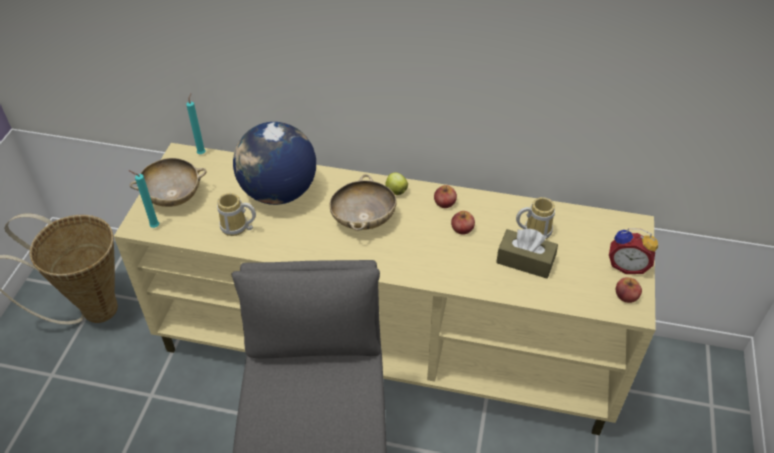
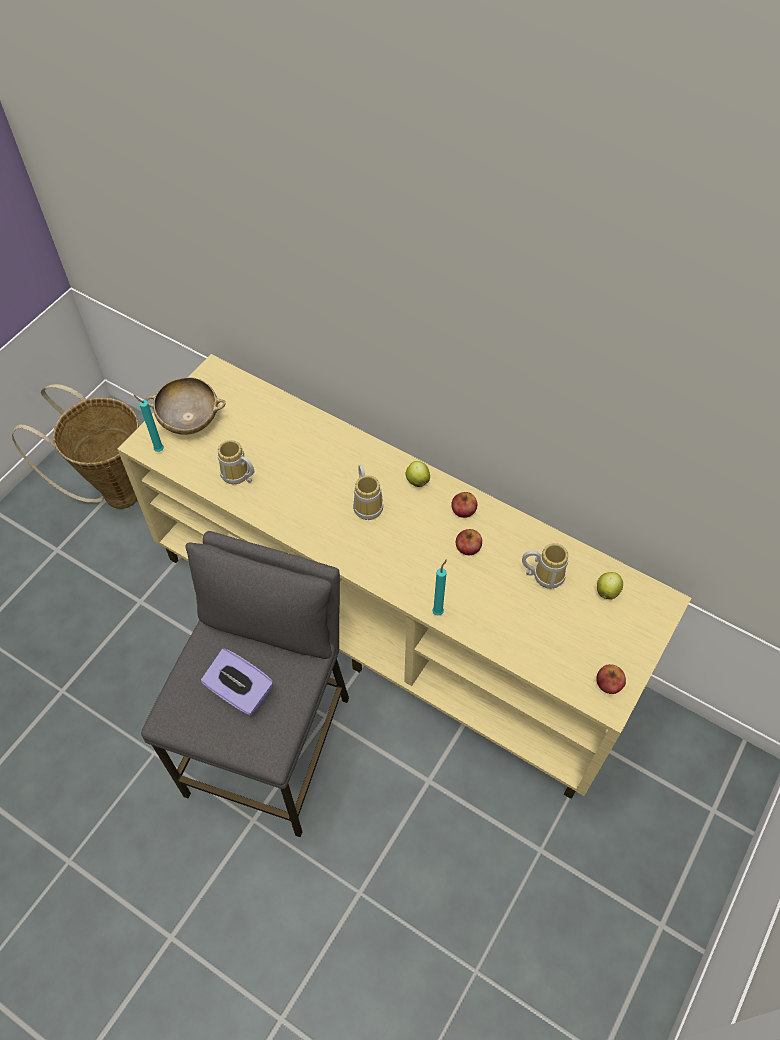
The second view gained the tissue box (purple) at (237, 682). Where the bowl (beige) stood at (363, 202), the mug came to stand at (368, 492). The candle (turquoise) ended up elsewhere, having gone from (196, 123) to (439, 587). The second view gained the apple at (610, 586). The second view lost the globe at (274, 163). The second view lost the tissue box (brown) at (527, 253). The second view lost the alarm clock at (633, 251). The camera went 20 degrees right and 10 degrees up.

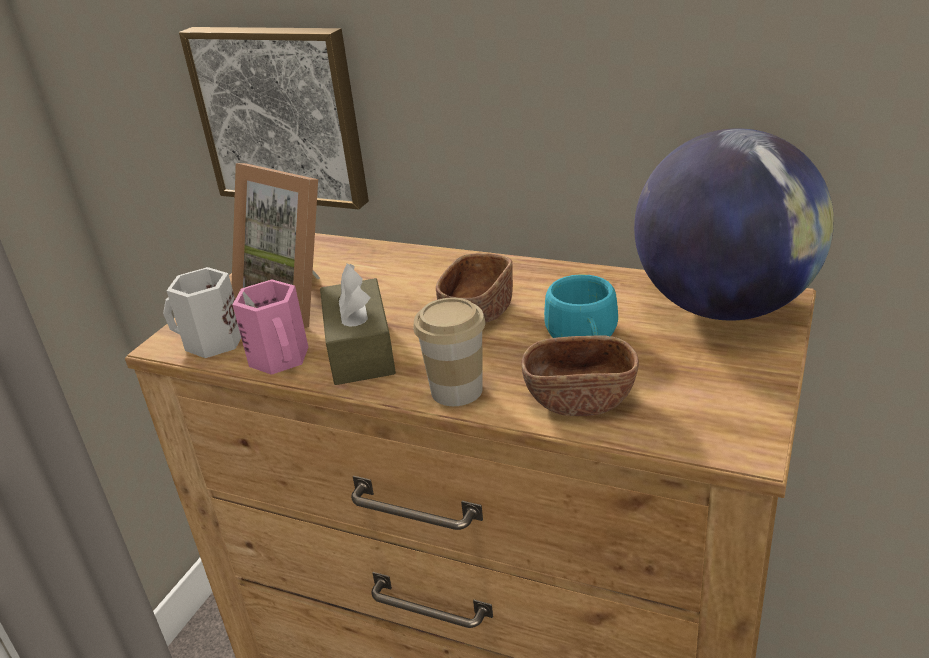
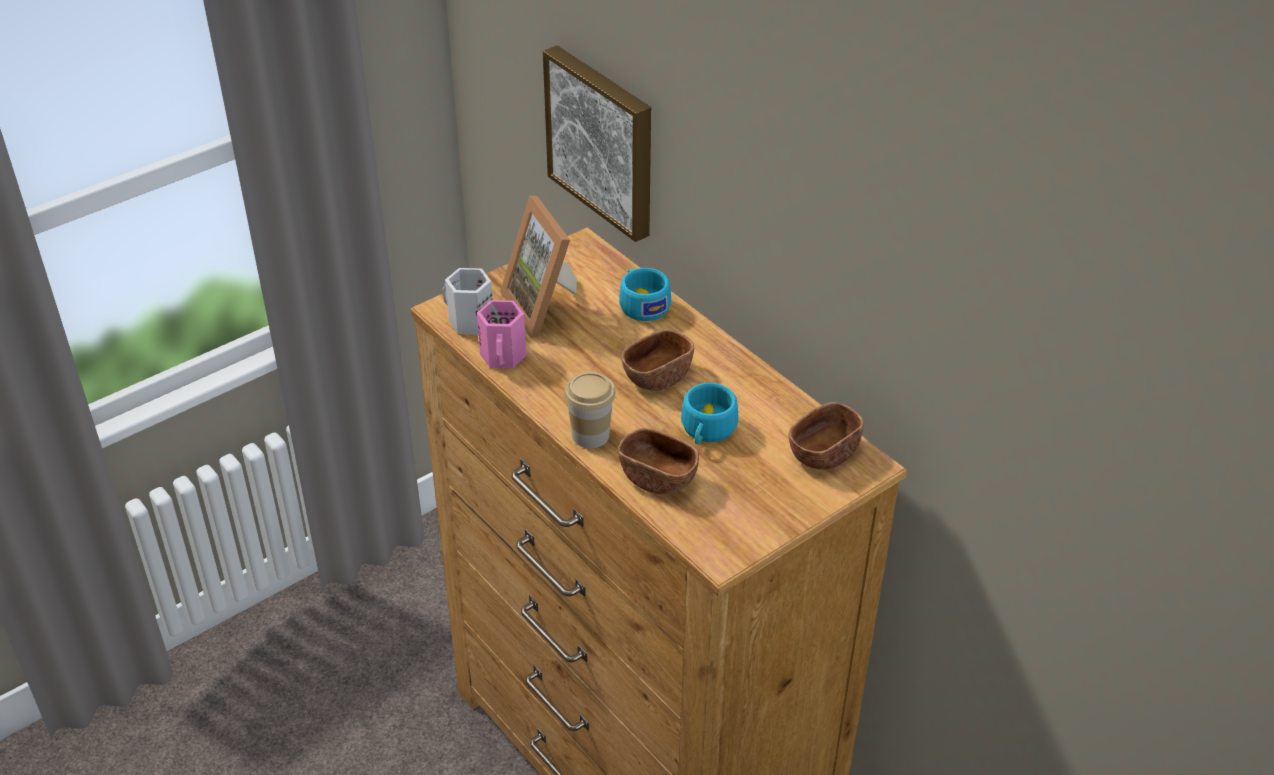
The second view gained the cup (turquoise) at (645, 294). Where the globe stood at (734, 224), the bowl (brown) came to stand at (826, 436). The second view lost the tissue box (brown) at (358, 324). The camera went 25 degrees right and 10 degrees up.

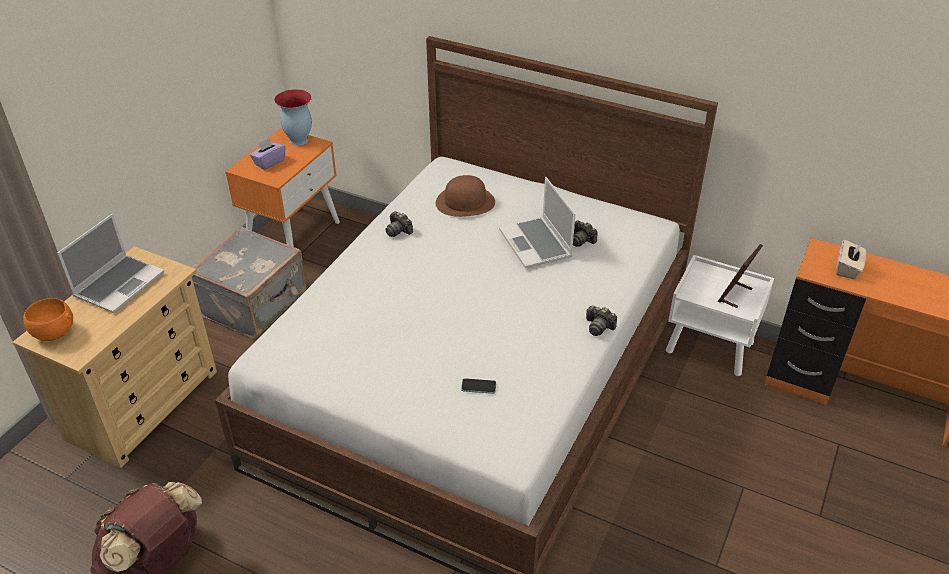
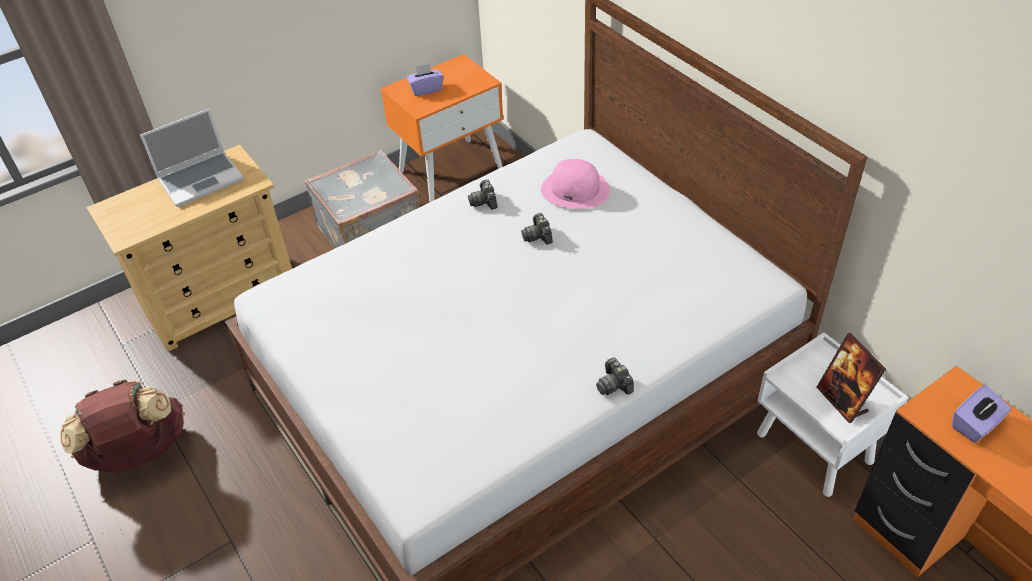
The photo camera ended up elsewhere, having gone from (585, 234) to (537, 229). What was the hat (brown) at (465, 196) turned into the hat (pink) at (575, 184). The picture frame at (740, 276) ended up facing another way, 90 degrees counterclockwise from before. What was the tissue box (beige) at (851, 259) turned into the tissue box (purple) at (981, 414). The second view lost the bowl (orange) at (48, 319). The second view lost the vase at (293, 117). The second view lost the phone at (478, 386). The second view lost the laptop at (537, 222). The camera went 30 degrees right and 5 degrees up.

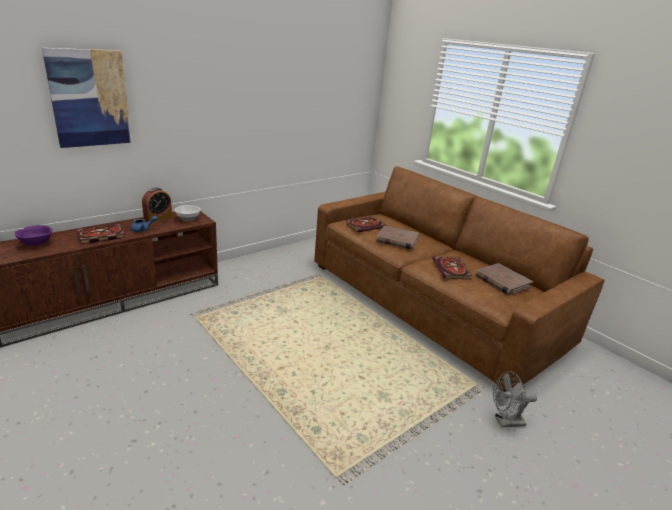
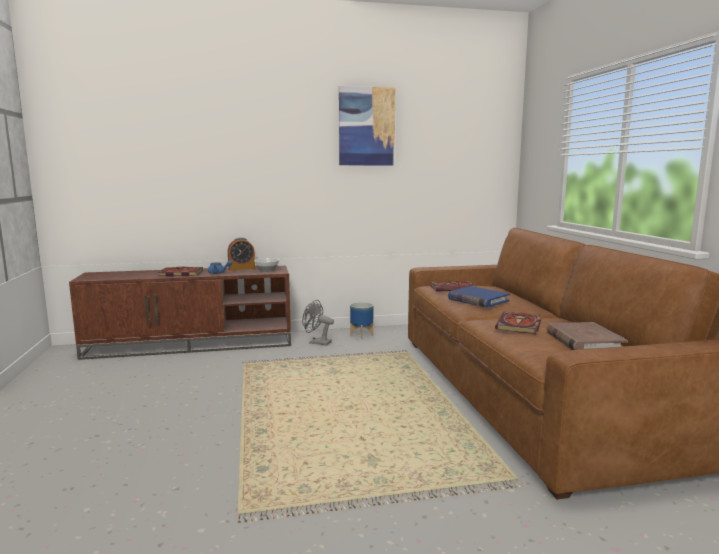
The fan (grey) ended up elsewhere, having gone from (515, 399) to (318, 322). The picture ended up elsewhere, having gone from (87, 98) to (367, 125). The second view gained the planter at (361, 320). What was the book (brown) at (397, 238) turned into the book (blue) at (479, 297). The second view lost the bowl (purple) at (33, 235). The camera went 30 degrees right and 15 degrees down.

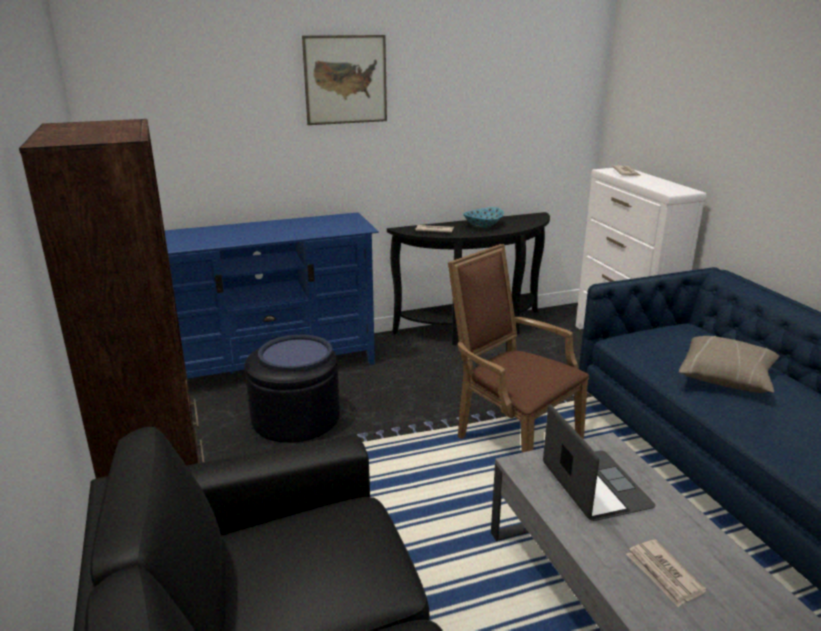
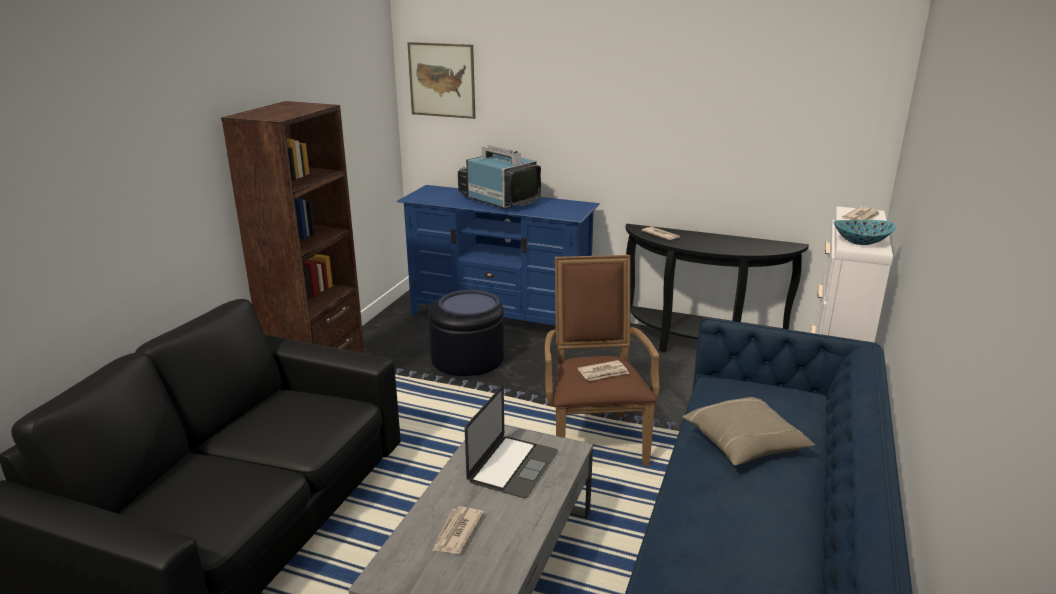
The picture ended up elsewhere, having gone from (344, 80) to (441, 80). The second view gained the television at (499, 177). The second view gained the newspaper at (603, 370). The bowl ended up elsewhere, having gone from (483, 217) to (864, 232). The camera went 40 degrees right and 0 degrees up.

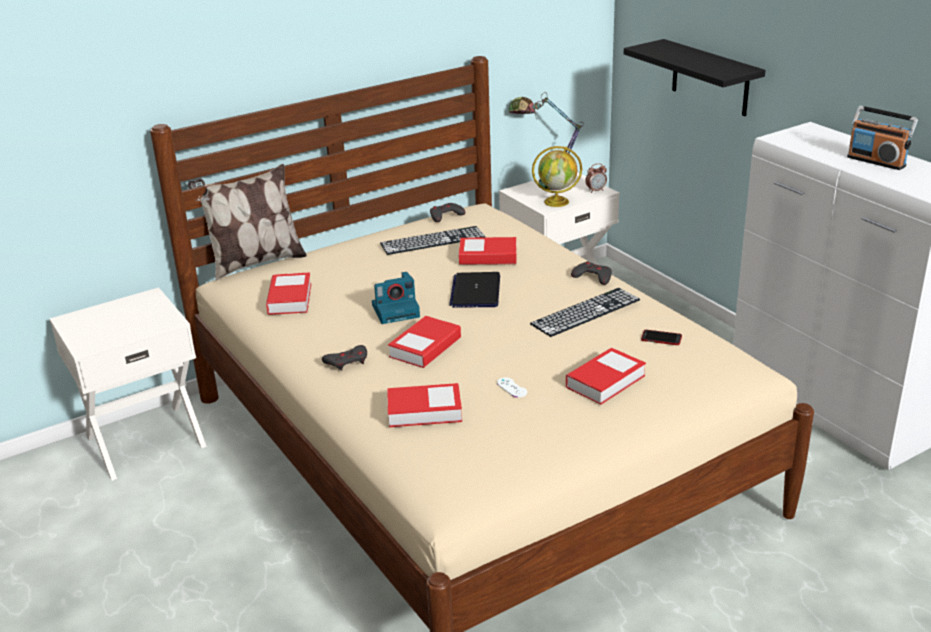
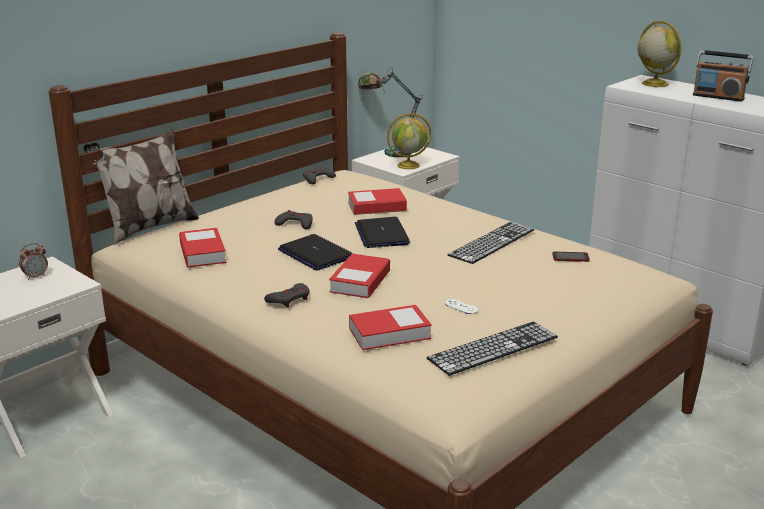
The alarm clock ended up elsewhere, having gone from (596, 178) to (33, 261). The game controller (grey) ended up elsewhere, having gone from (591, 273) to (294, 219). Where the photo camera stood at (396, 298), the laptop came to stand at (315, 252). The keyboard ended up elsewhere, having gone from (432, 240) to (492, 348). The second view gained the globe at (659, 54). The second view lost the book at (606, 376). The second view lost the shelf (black) at (694, 77). The camera went 15 degrees left and 5 degrees down.

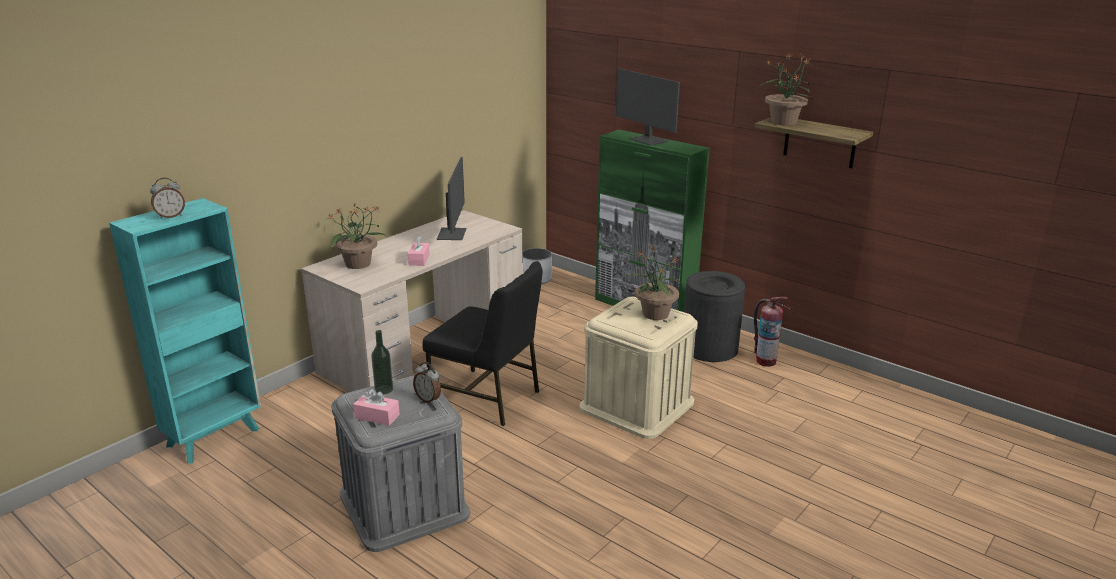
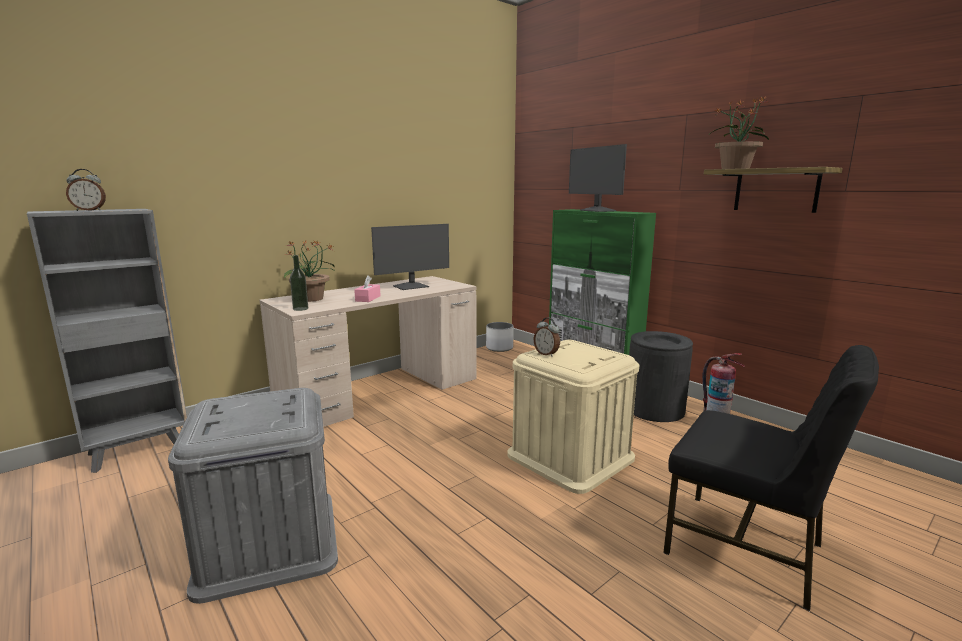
What was the bookcase (turquoise) at (185, 331) turned into the bookcase (grey) at (107, 341). The bottle ended up elsewhere, having gone from (382, 362) to (299, 283). The monitor at (451, 198) ended up facing another way, 45 degrees clockwise from before. The alarm clock ended up elsewhere, having gone from (427, 383) to (547, 337). The chair (black) ended up elsewhere, having gone from (482, 343) to (771, 478). The second view lost the tissue box (pink) at (376, 407). The second view lost the potted plant at (654, 283). The camera went 10 degrees right and 10 degrees down.

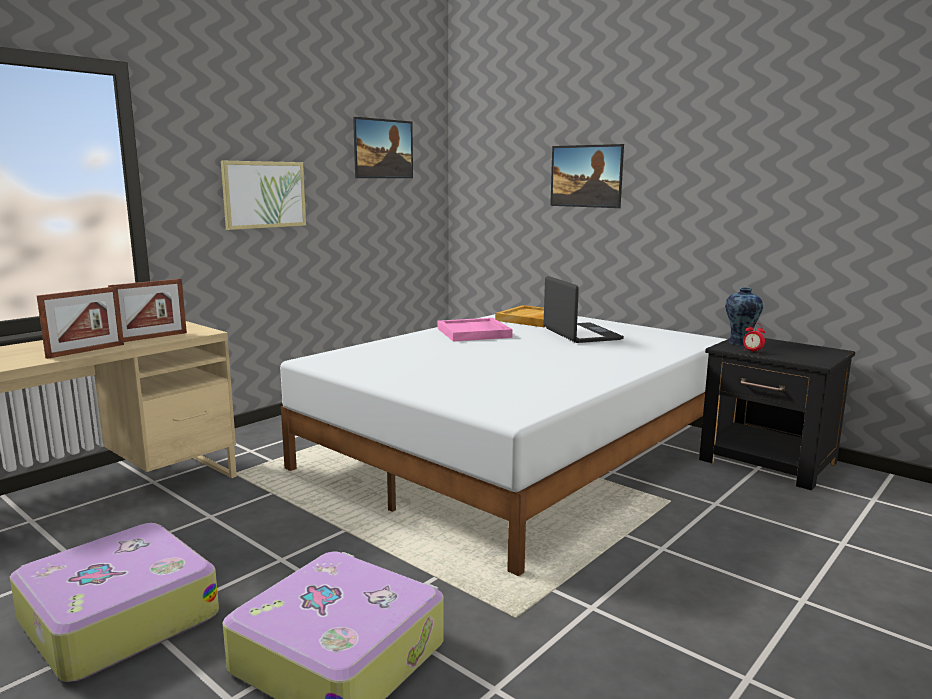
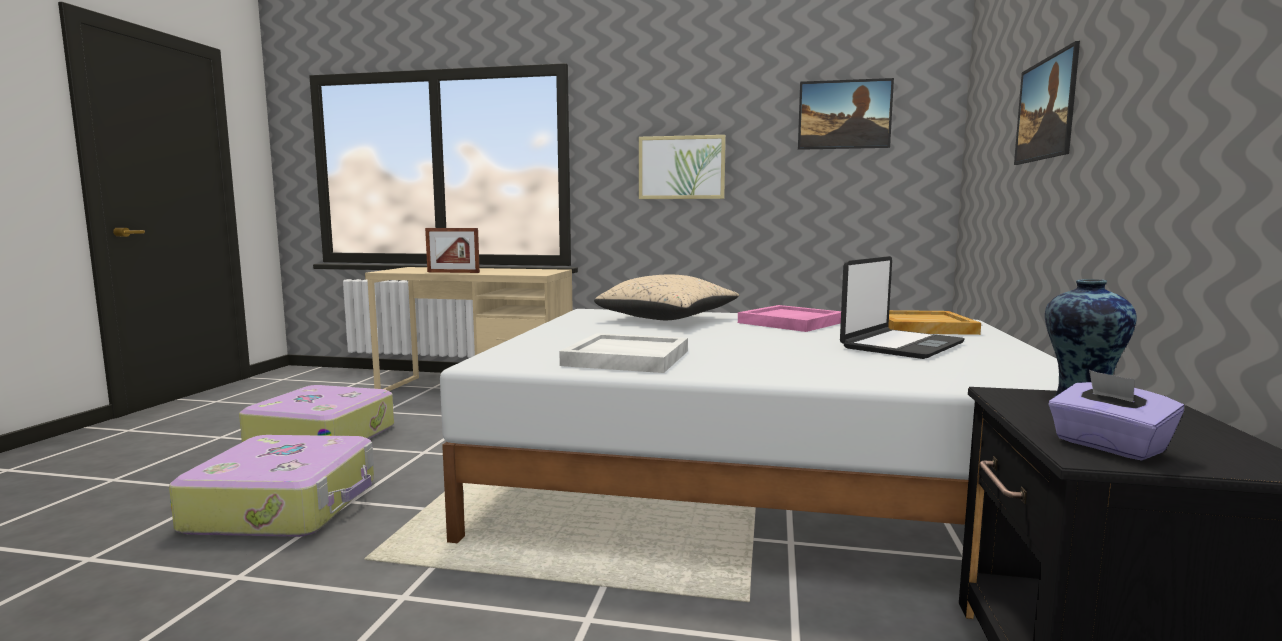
The second view gained the tray (white) at (623, 353). The second view gained the pillow (beige) at (666, 297). The second view gained the tissue box (purple) at (1116, 415). The second view lost the picture frame at (147, 310). The second view lost the alarm clock at (754, 337). The camera went 60 degrees right and 5 degrees down.

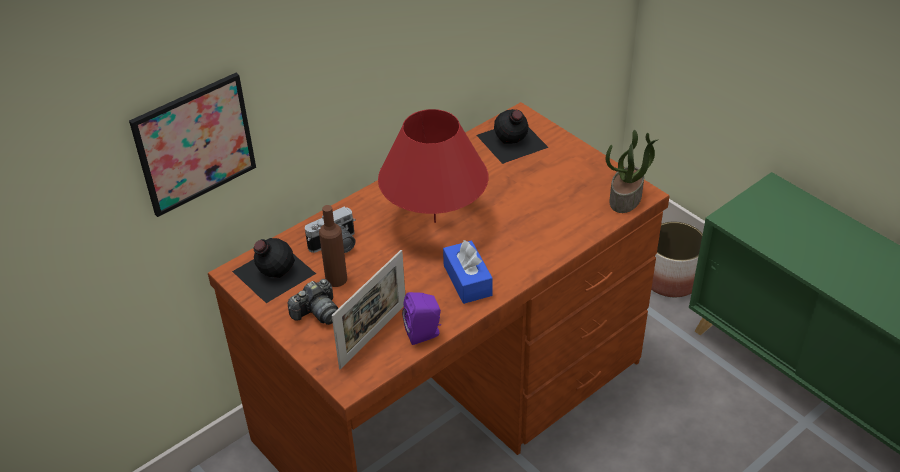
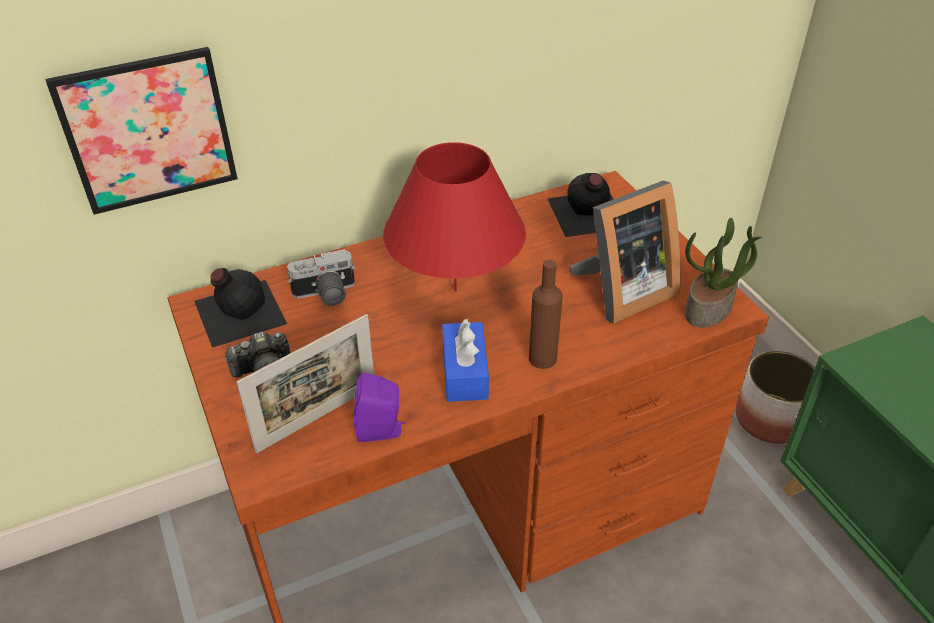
The bottle (brown) ended up elsewhere, having gone from (333, 246) to (546, 314). The second view gained the picture frame at (625, 252). The camera went 15 degrees right and 0 degrees up.

